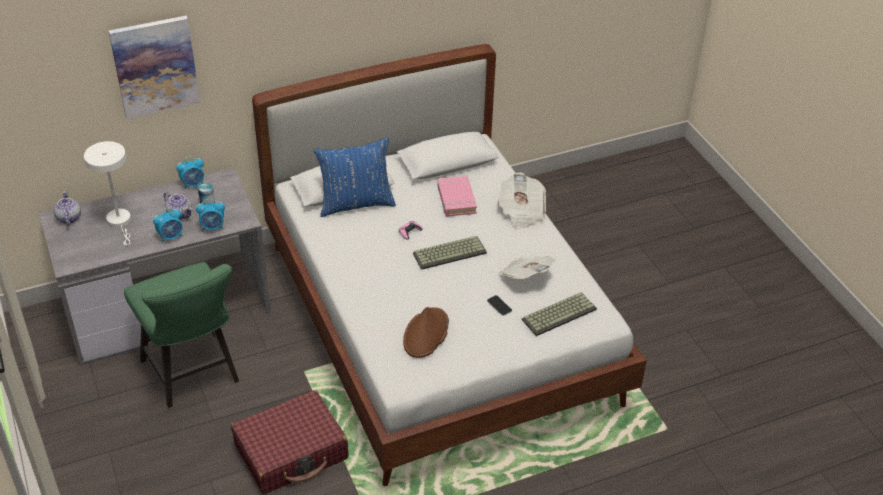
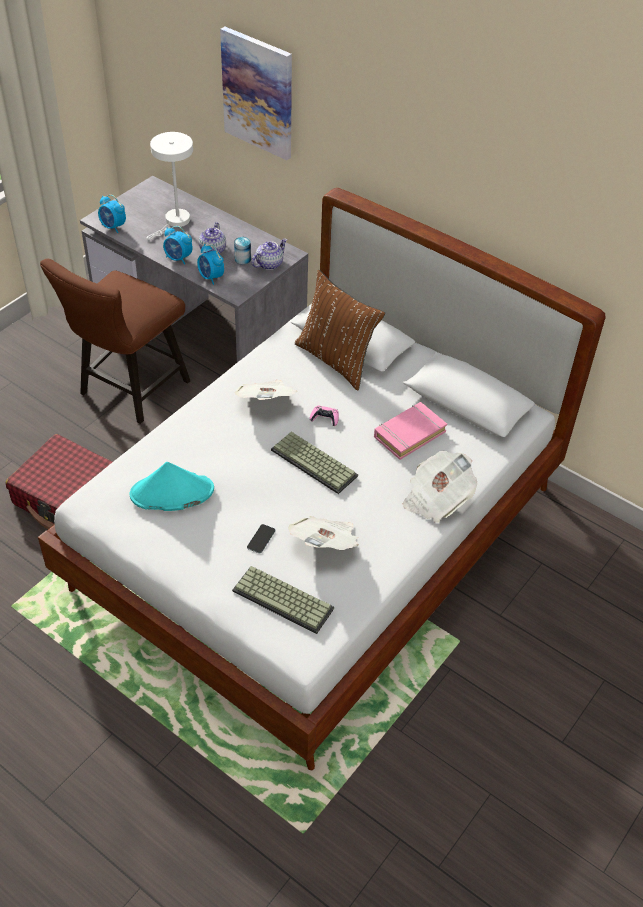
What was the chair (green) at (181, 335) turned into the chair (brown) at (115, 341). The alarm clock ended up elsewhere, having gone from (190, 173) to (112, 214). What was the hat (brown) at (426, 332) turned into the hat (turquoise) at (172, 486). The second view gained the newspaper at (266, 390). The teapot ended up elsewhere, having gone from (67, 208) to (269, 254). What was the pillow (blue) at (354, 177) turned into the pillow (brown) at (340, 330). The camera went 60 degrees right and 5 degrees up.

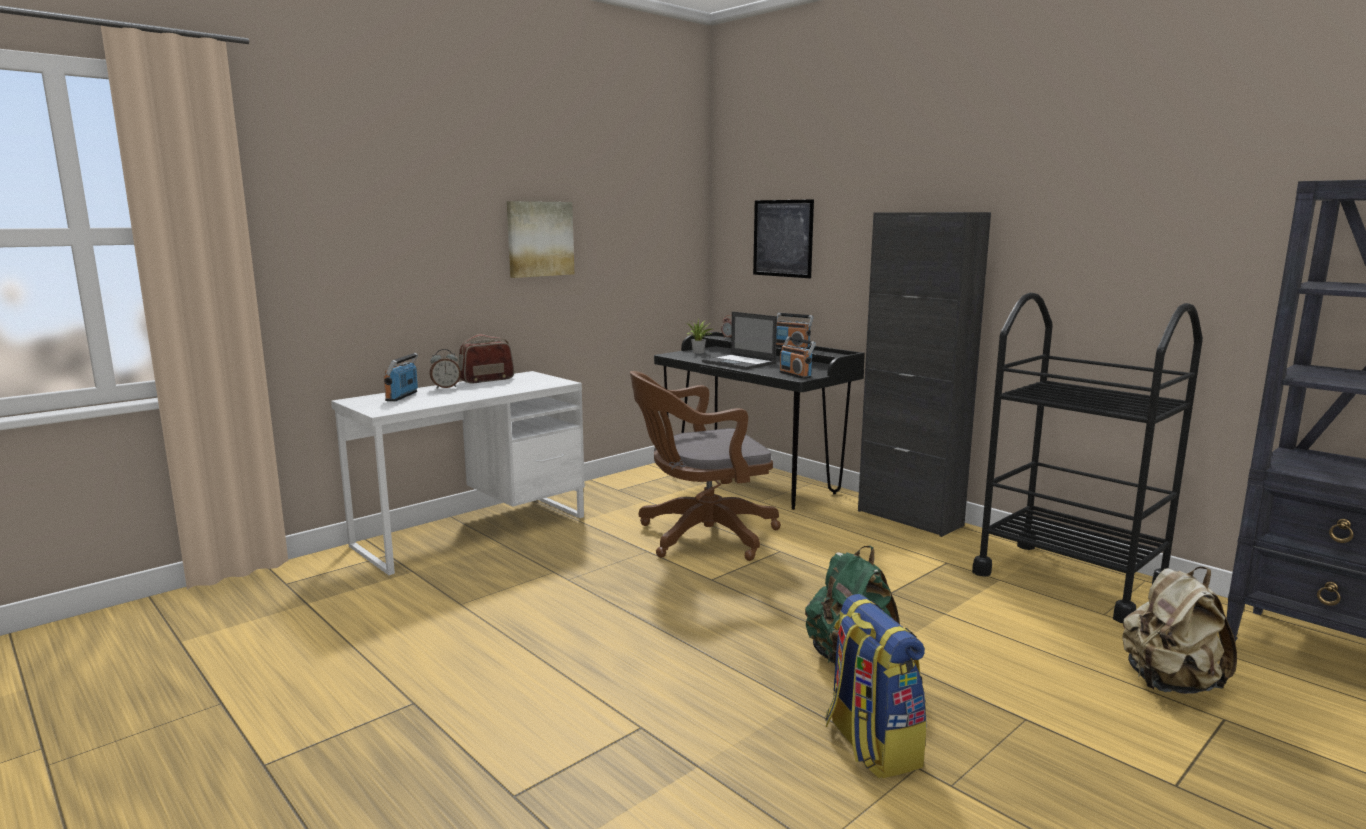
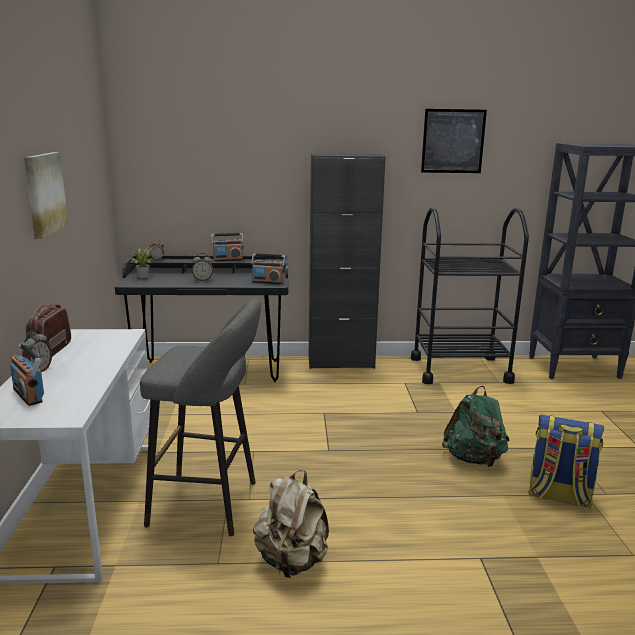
The second view gained the stool (grey) at (200, 417). Where the laptop stood at (739, 341), the alarm clock came to stand at (202, 267). The backpack (beige) ended up elsewhere, having gone from (1179, 630) to (291, 524). The picture ended up elsewhere, having gone from (783, 238) to (454, 141). The second view lost the office chair (brown) at (705, 466). The camera went 50 degrees left and 5 degrees up.

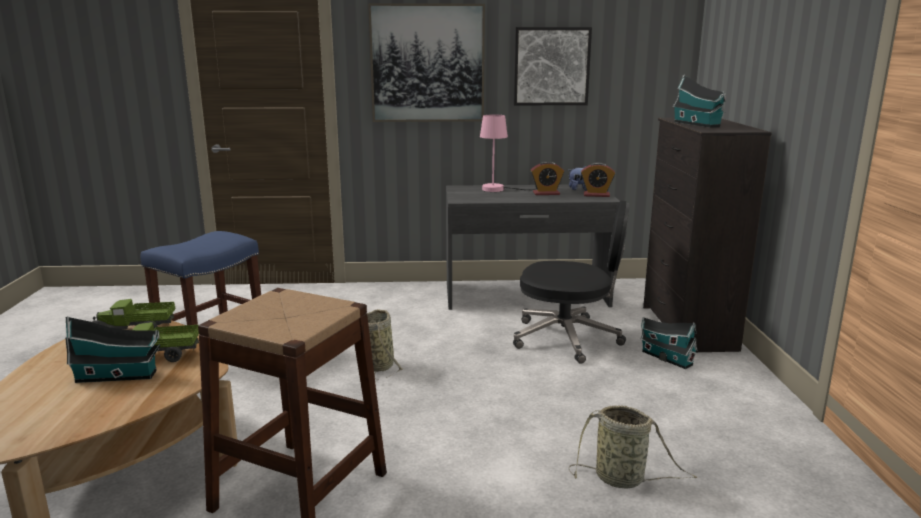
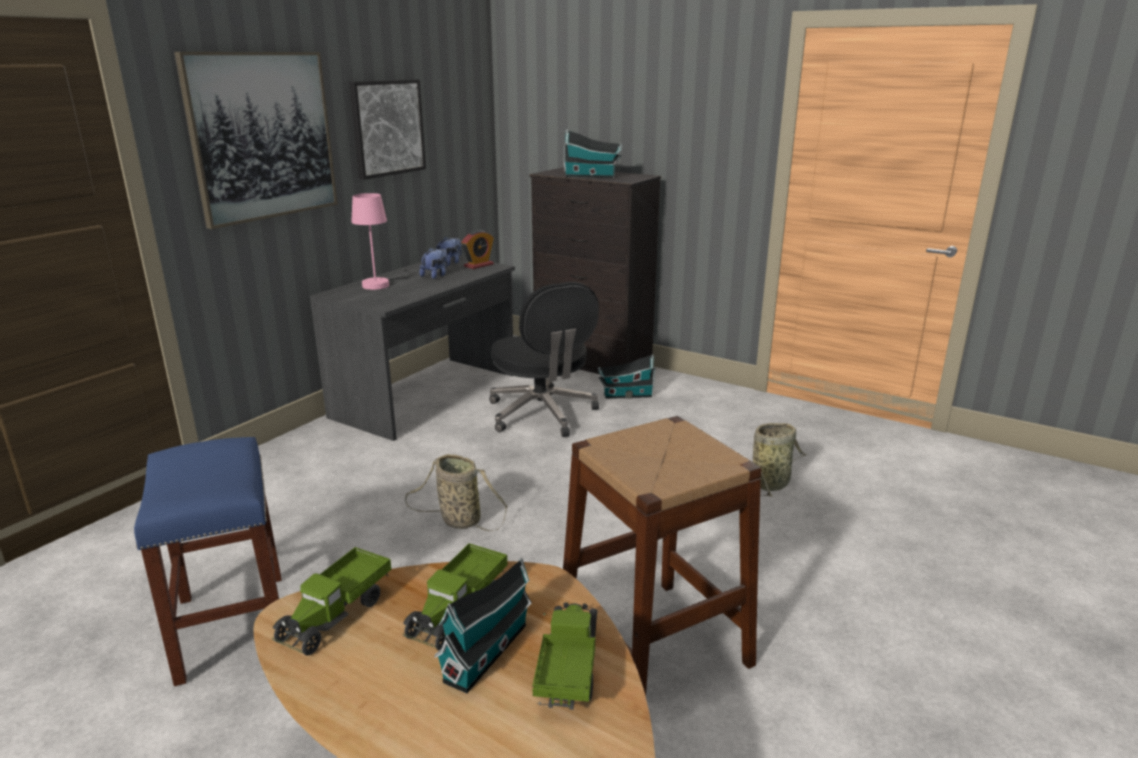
Where the alarm clock stood at (547, 178), the plush toy came to stand at (434, 263). The office chair (black) at (571, 282) ended up facing another way, 105 degrees clockwise from before. The second view gained the toy truck at (565, 656). The camera went 55 degrees left and 5 degrees up.

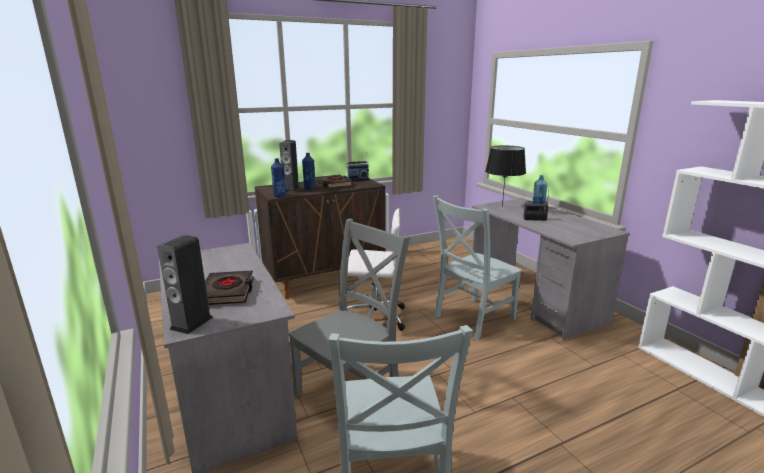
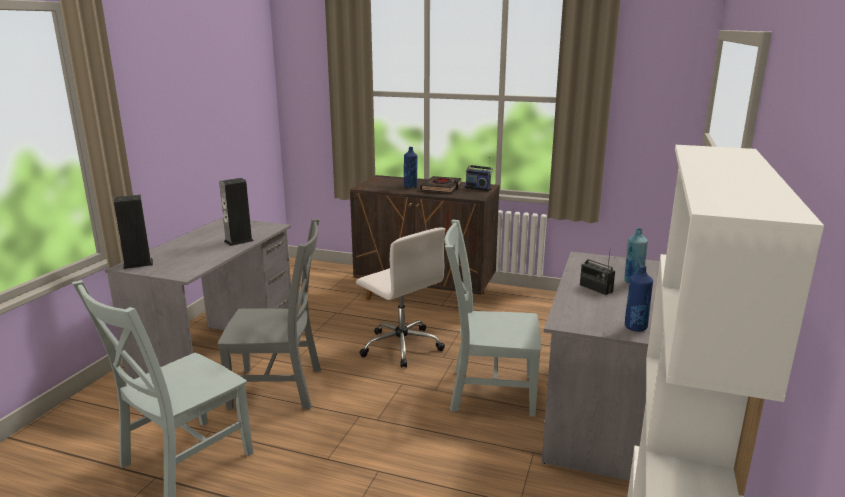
The speaker ended up elsewhere, having gone from (290, 166) to (236, 212). The bottle (blue) ended up elsewhere, having gone from (278, 177) to (639, 298). The second view lost the book (black) at (229, 288). The second view lost the table lamp (black) at (505, 176). The camera went 45 degrees right and 0 degrees up.

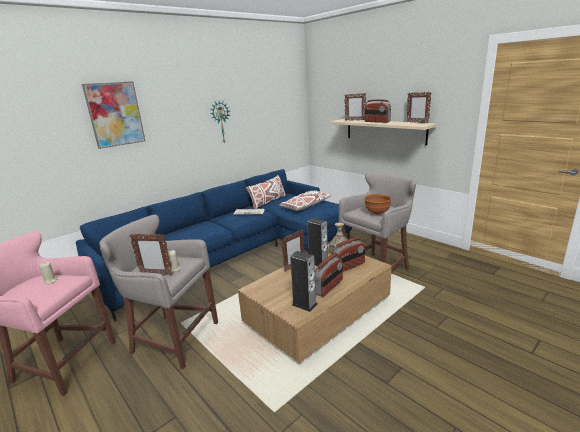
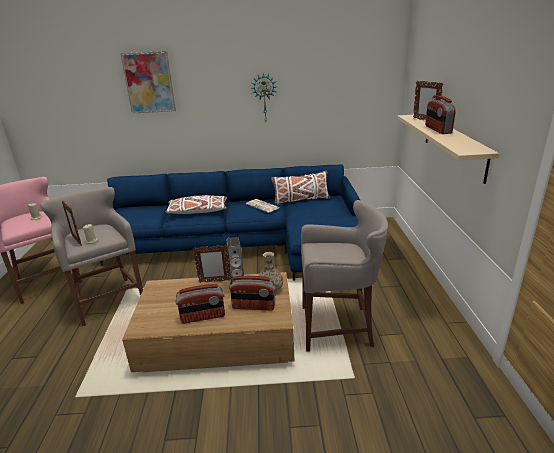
The pillow (white) ended up elsewhere, having gone from (305, 201) to (196, 204). The second view lost the speaker at (304, 281). The second view lost the bowl (brown) at (378, 204). The second view lost the picture frame at (419, 107). The camera went 40 degrees right and 5 degrees up.

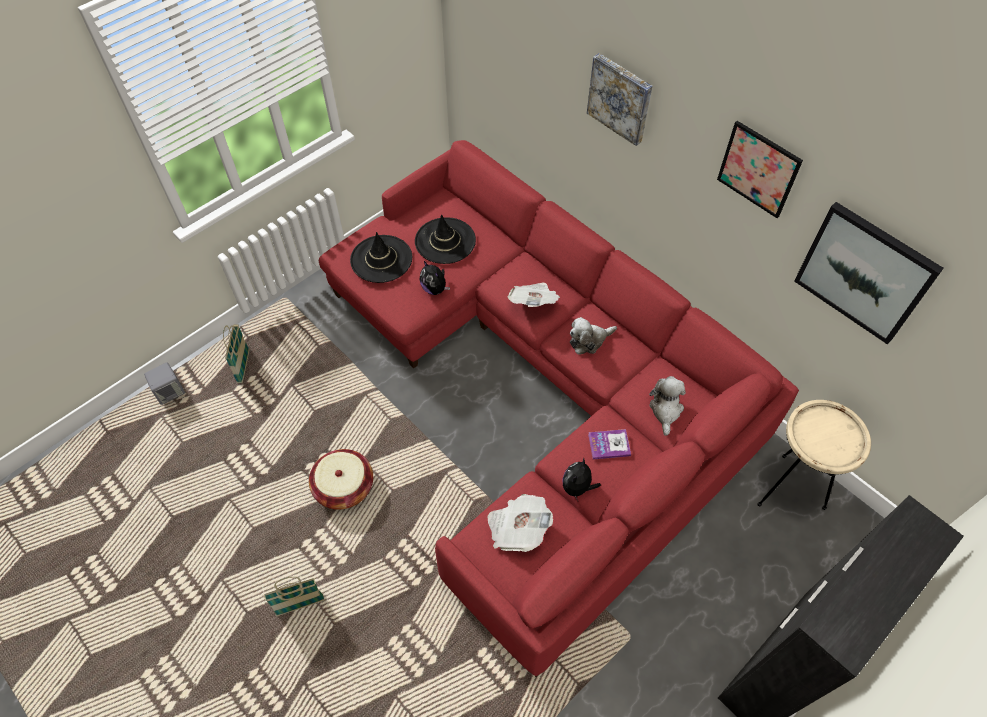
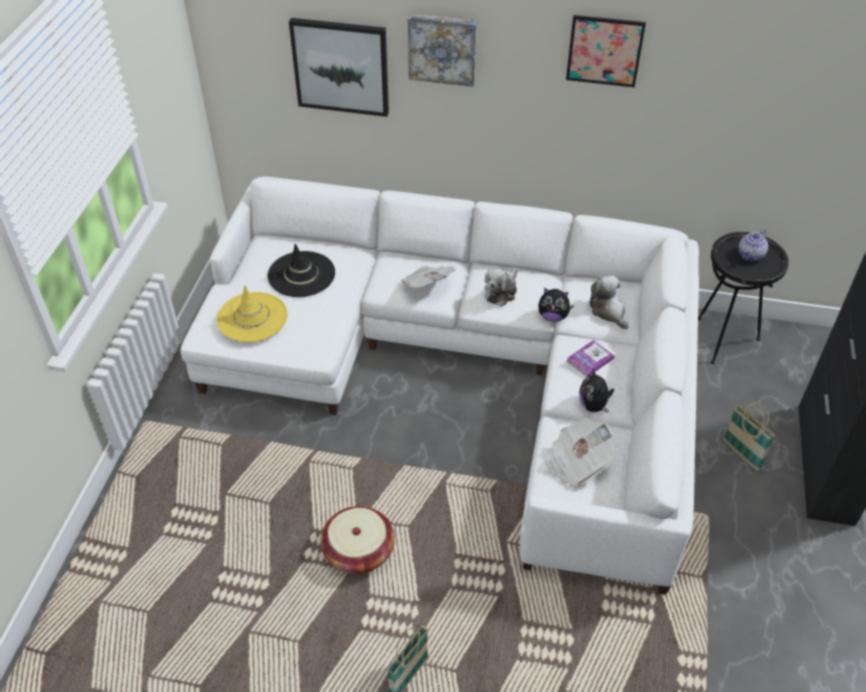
What was the sofa (red) at (559, 408) turned into the sofa (white) at (439, 385). What was the hat (black) at (381, 257) turned into the hat (yellow) at (252, 313). The picture ended up elsewhere, having gone from (869, 273) to (339, 67). The plush toy ended up elsewhere, having gone from (435, 278) to (556, 305). What was the side table (beige) at (814, 455) turned into the side table (black) at (743, 298). The basket ended up elsewhere, having gone from (236, 354) to (749, 436). The second view gained the teapot at (753, 245). The second view lost the speaker (grey) at (164, 384). The camera went 35 degrees left and 10 degrees down.

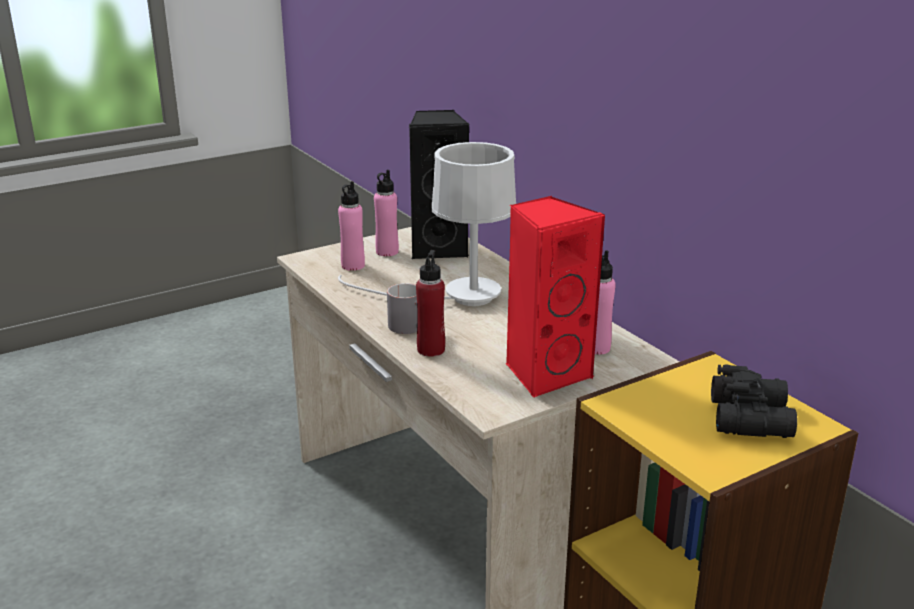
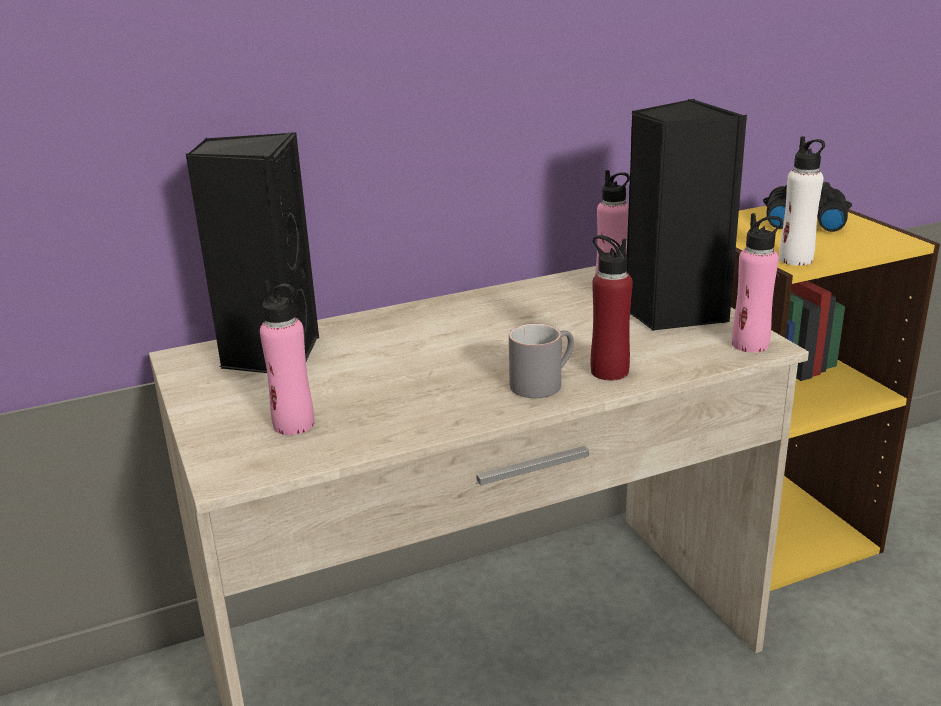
What was the speaker (red) at (555, 297) turned into the speaker (black) at (687, 215). The bottle (pink) ended up elsewhere, having gone from (386, 213) to (757, 283). The second view gained the bottle (white) at (802, 201). The second view lost the table lamp (white) at (427, 224). The camera went 80 degrees left and 0 degrees up.

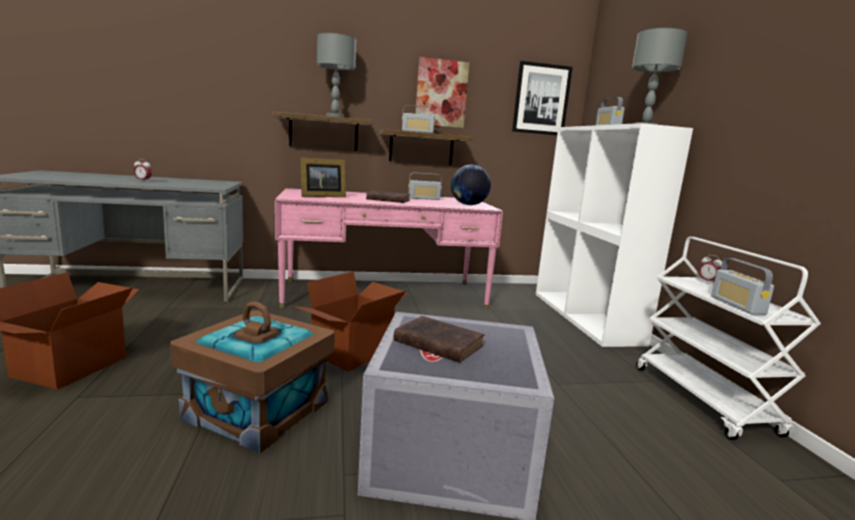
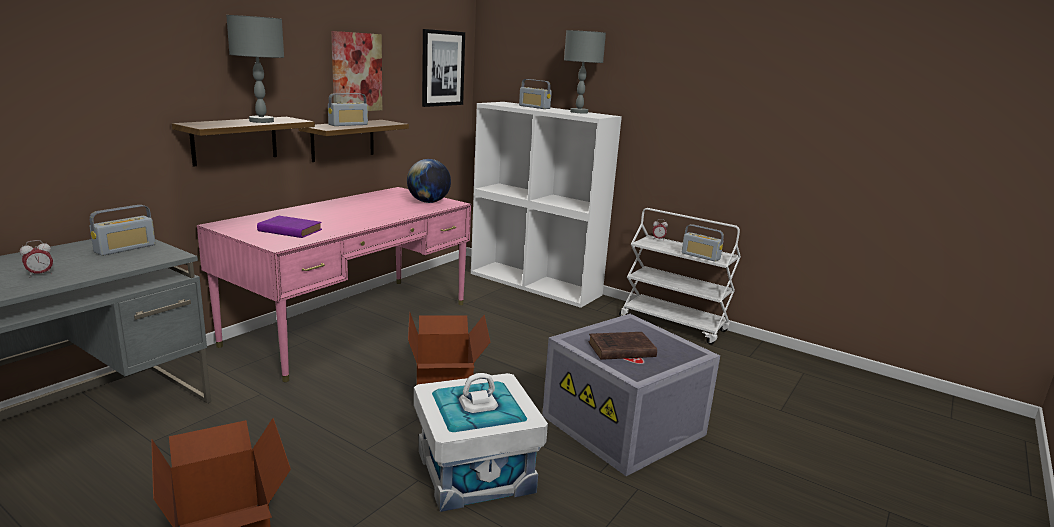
The radio ended up elsewhere, having gone from (425, 186) to (122, 230). Where the picture frame stood at (323, 177), the book (purple) came to stand at (289, 227). What was the storage box (brown) at (252, 377) turned into the storage box (white) at (481, 442). The second view lost the book (brown) at (388, 197). The camera went 45 degrees left and 5 degrees up.

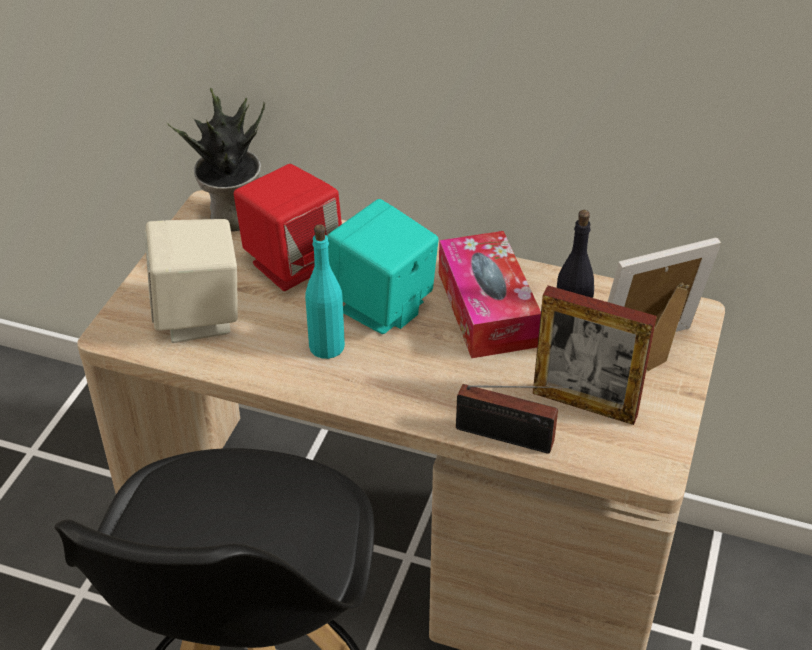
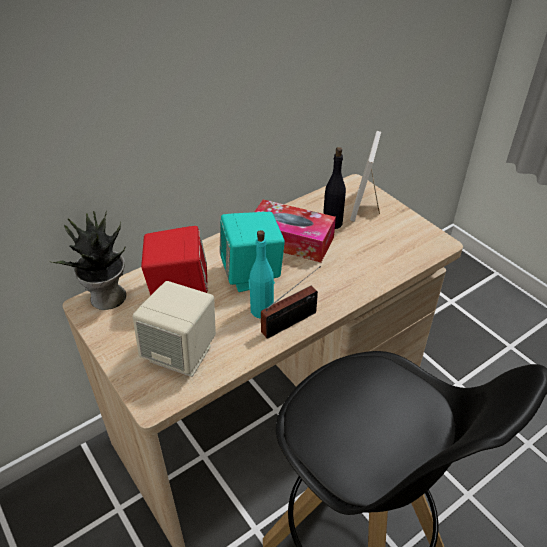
The radio ended up elsewhere, having gone from (514, 419) to (291, 302). The second view lost the picture frame at (595, 355). The camera went 55 degrees left and 0 degrees up.

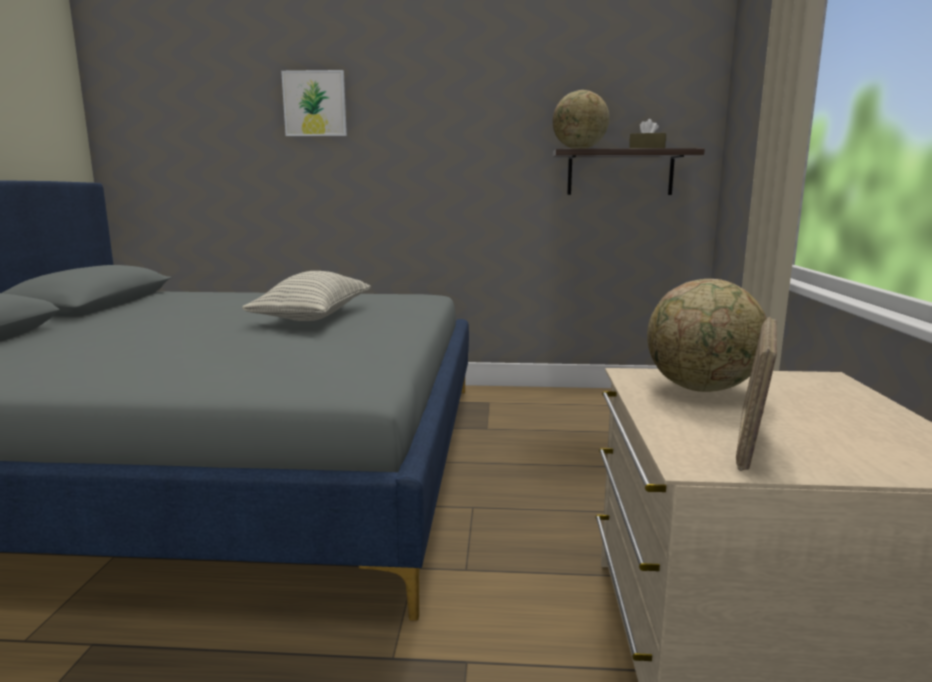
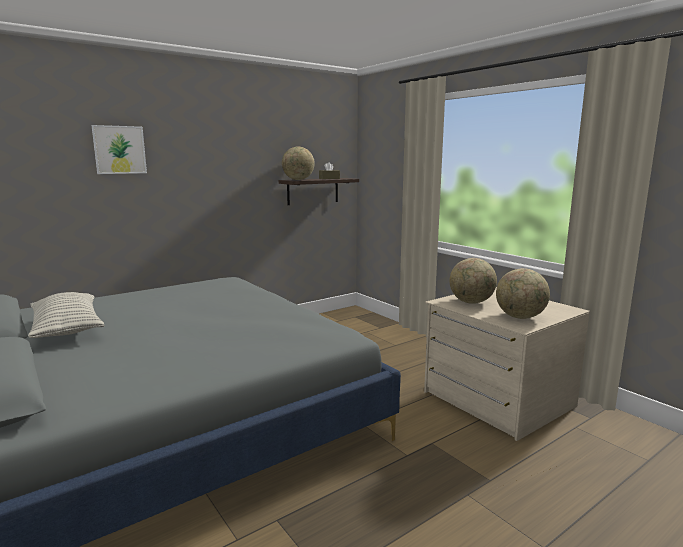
The pillow ended up elsewhere, having gone from (306, 296) to (66, 315). Where the picture frame stood at (756, 394), the globe came to stand at (523, 293). The camera went 40 degrees left and 0 degrees up.

